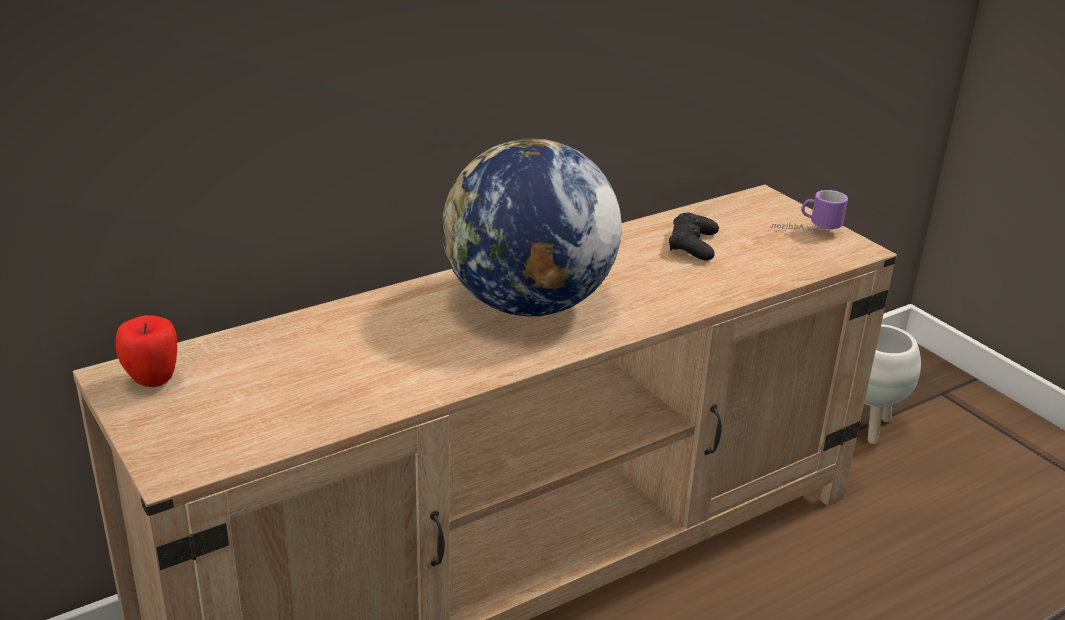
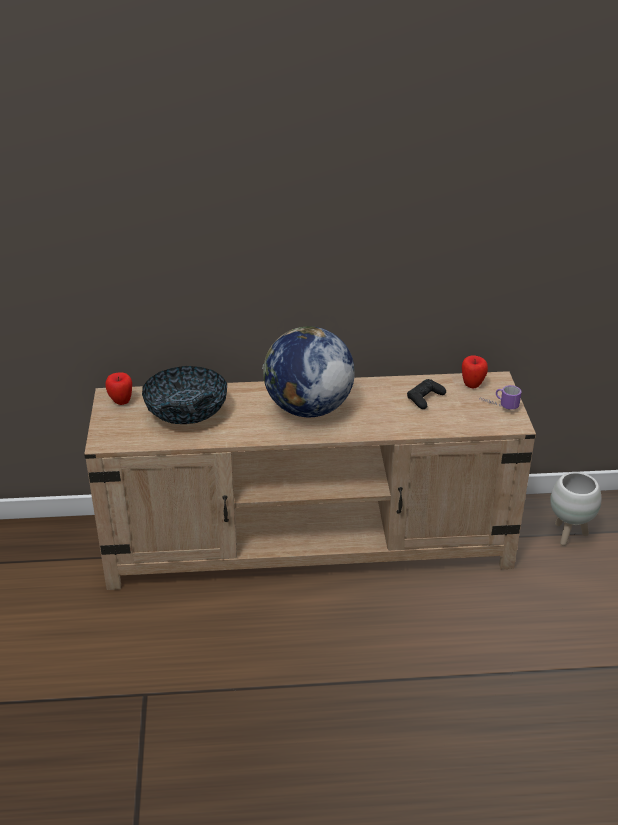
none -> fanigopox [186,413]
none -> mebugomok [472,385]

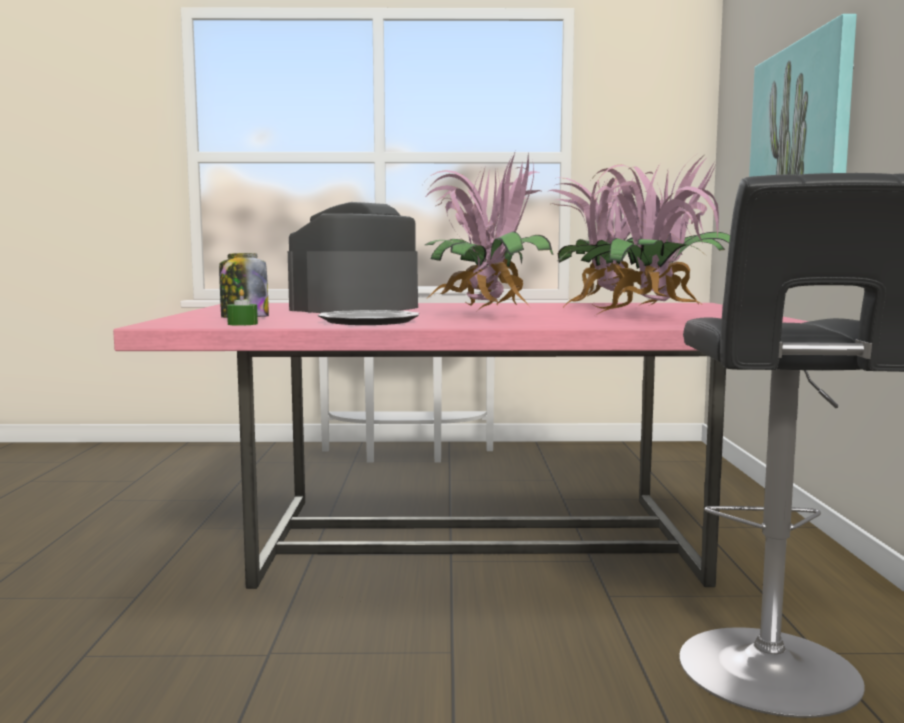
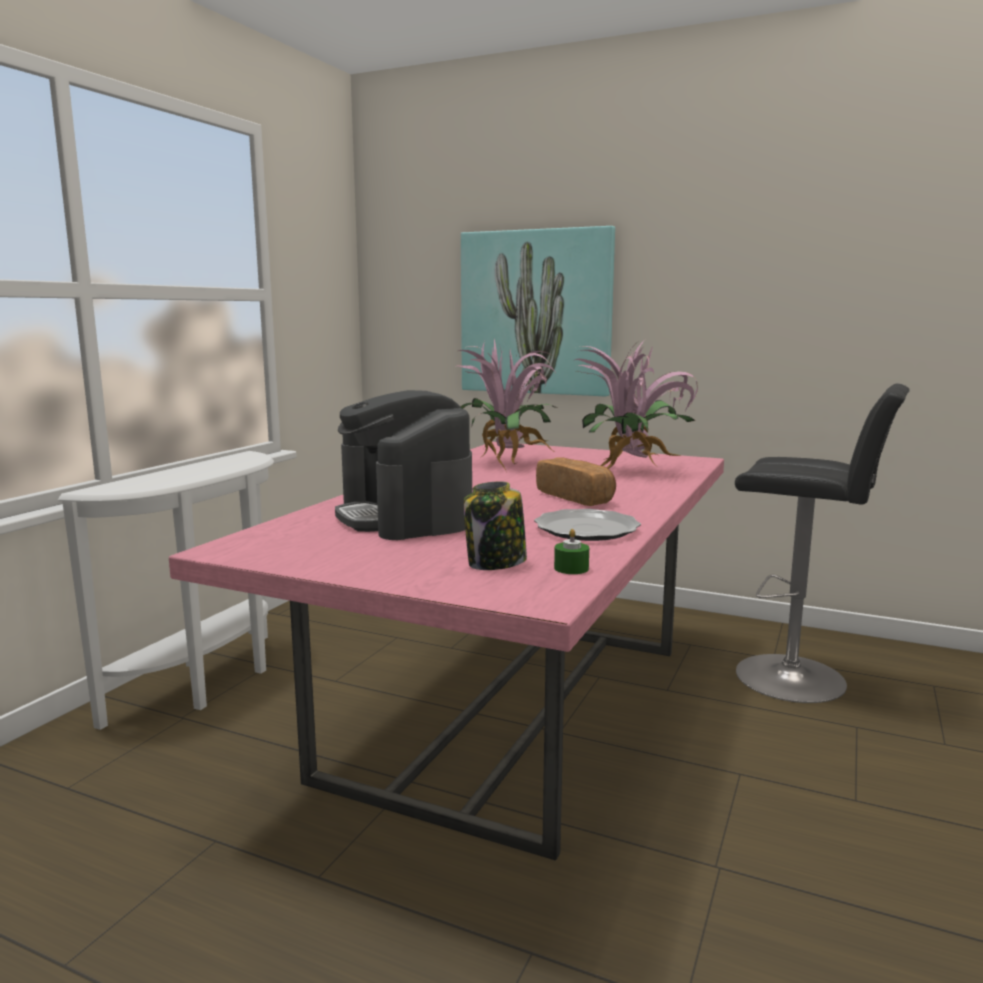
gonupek [486,317] -> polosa [576,498]

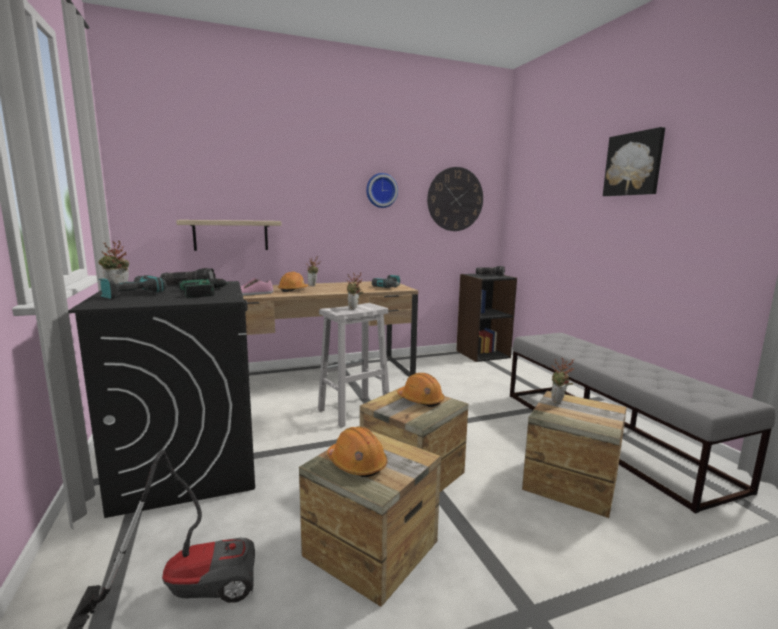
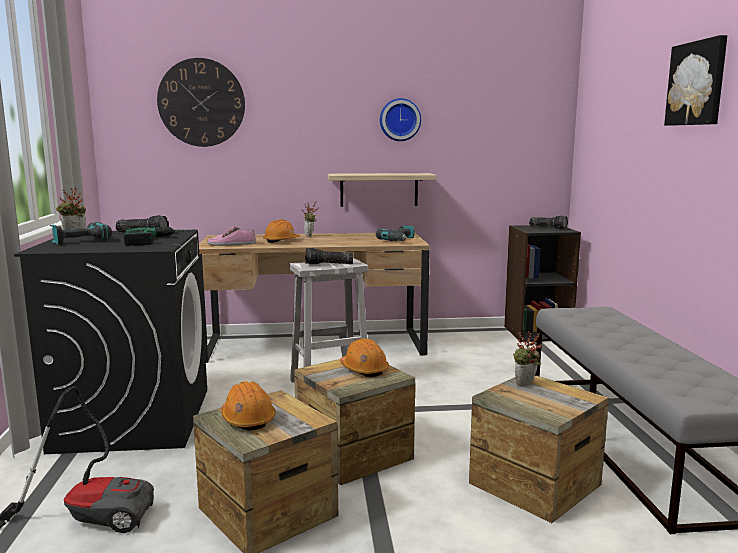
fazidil [231,235] -> fazidil [379,189], moved
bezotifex [455,199] -> bezotifex [201,102], moved
gonupek [354,308] -> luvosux [328,264]

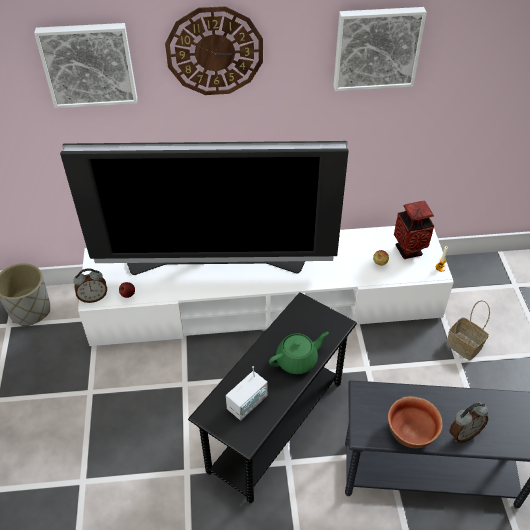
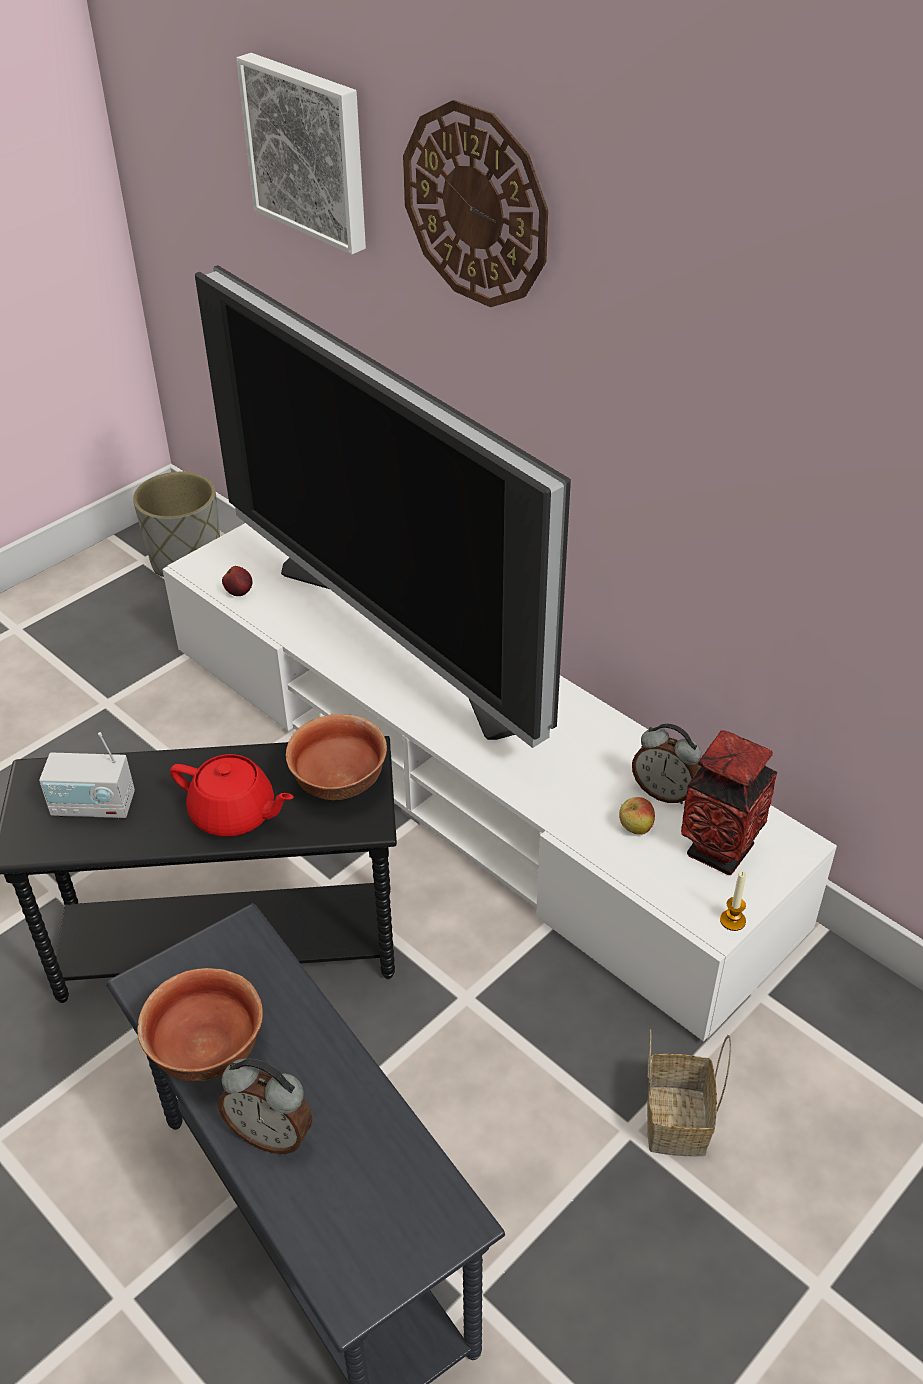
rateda [376,47] -> none
none -> fanigopox [341,783]
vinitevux [93,297] -> vinitevux [664,792], moved
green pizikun [297,360] -> red pizikun [234,814]

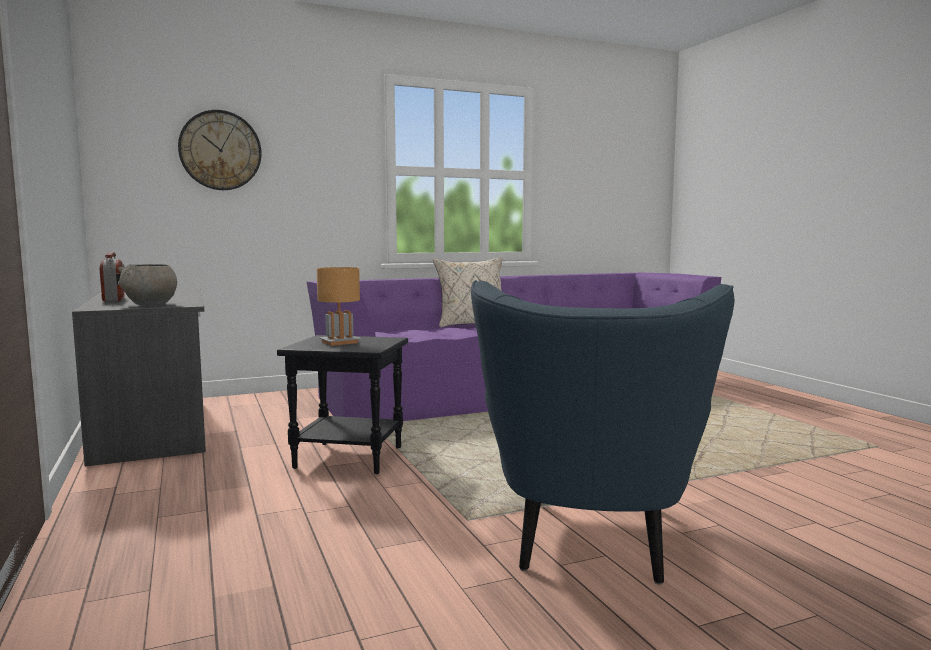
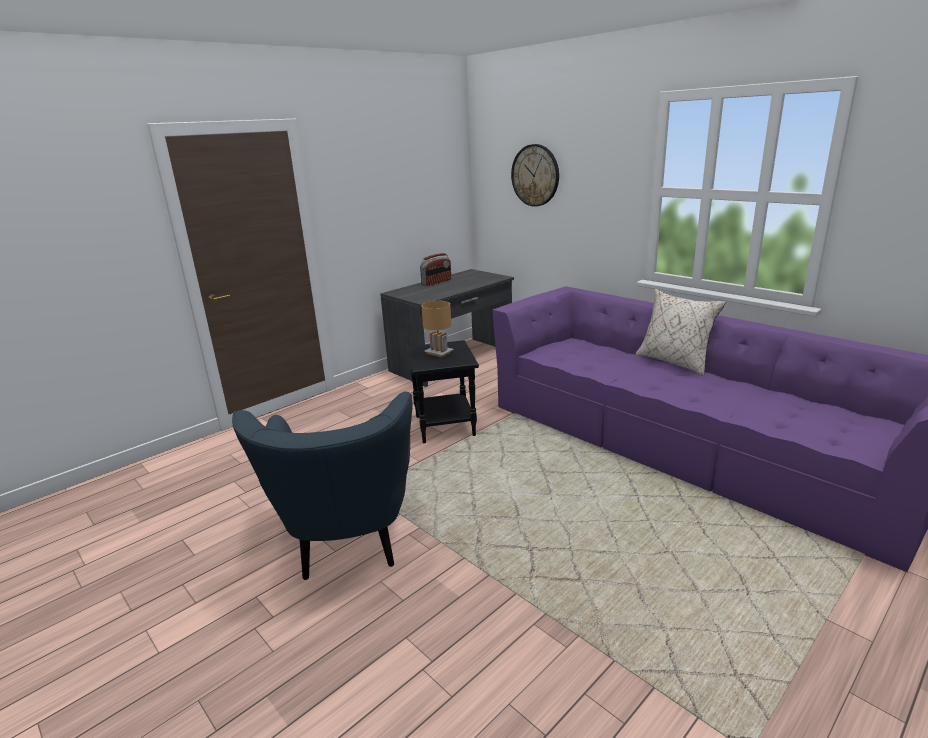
grey fanigopox [150,304] -> none
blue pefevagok [590,543] -> blue pefevagok [349,542], 90 degrees counterclockwise

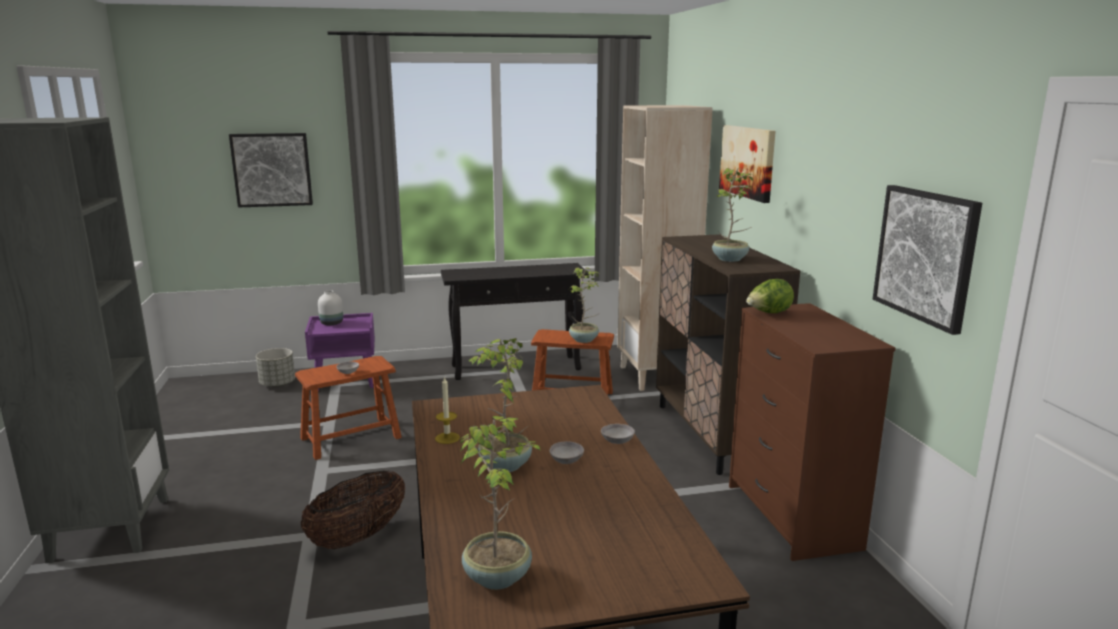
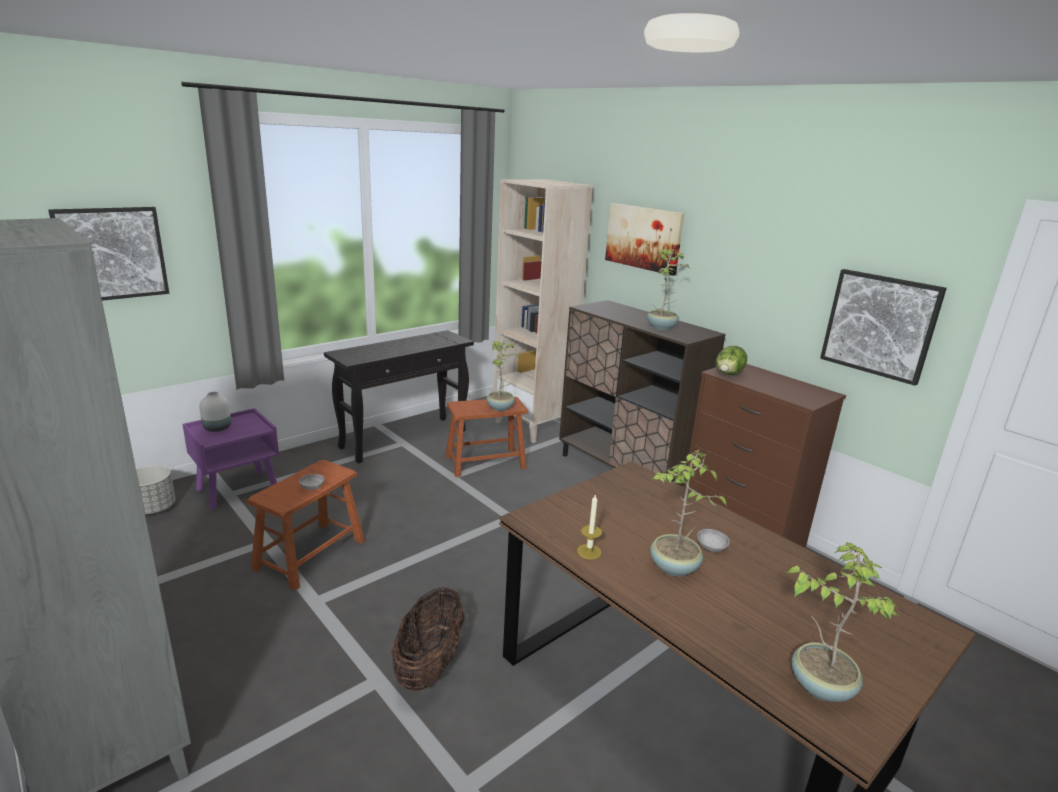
grey fanigopox [617,441] -> none

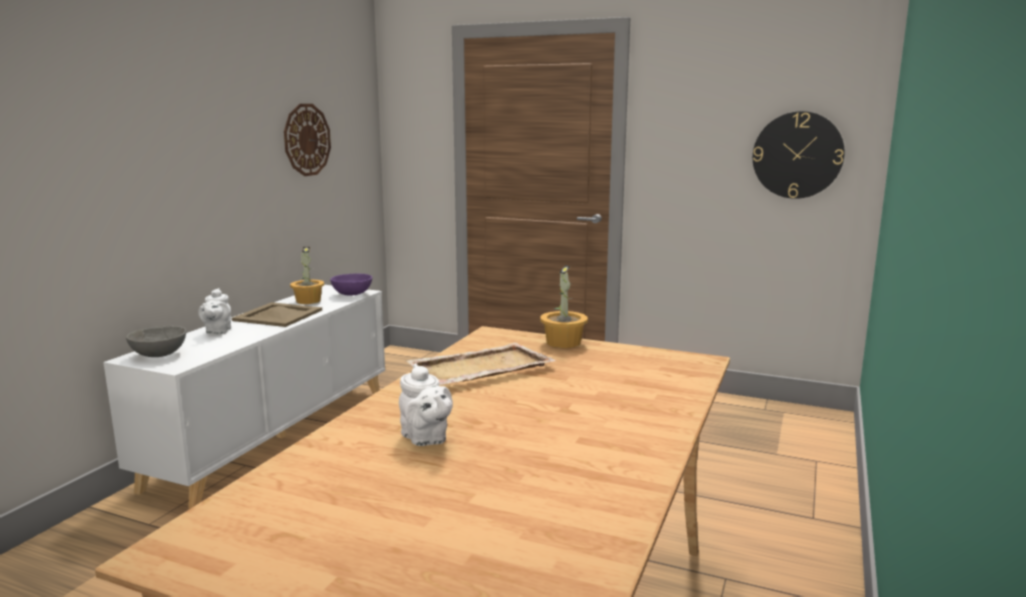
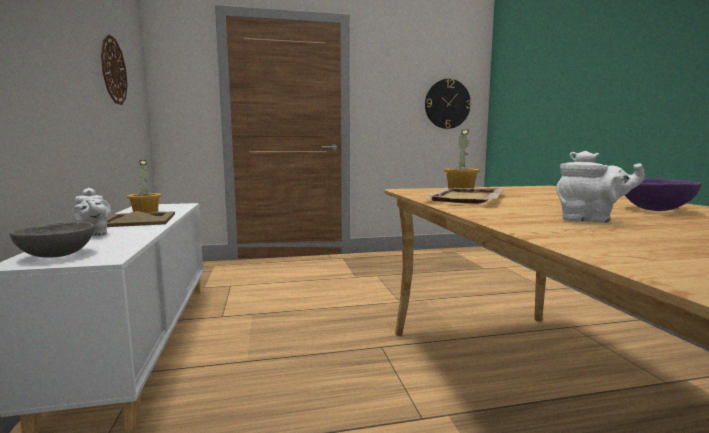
purple fanigopox [352,294] -> purple fanigopox [655,209], moved

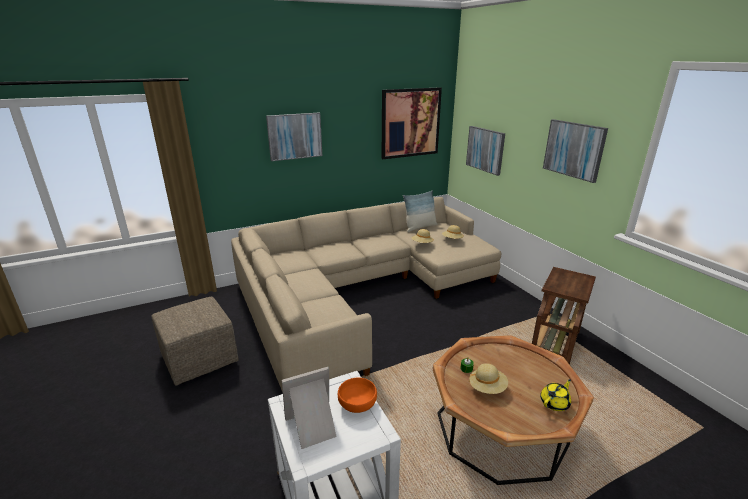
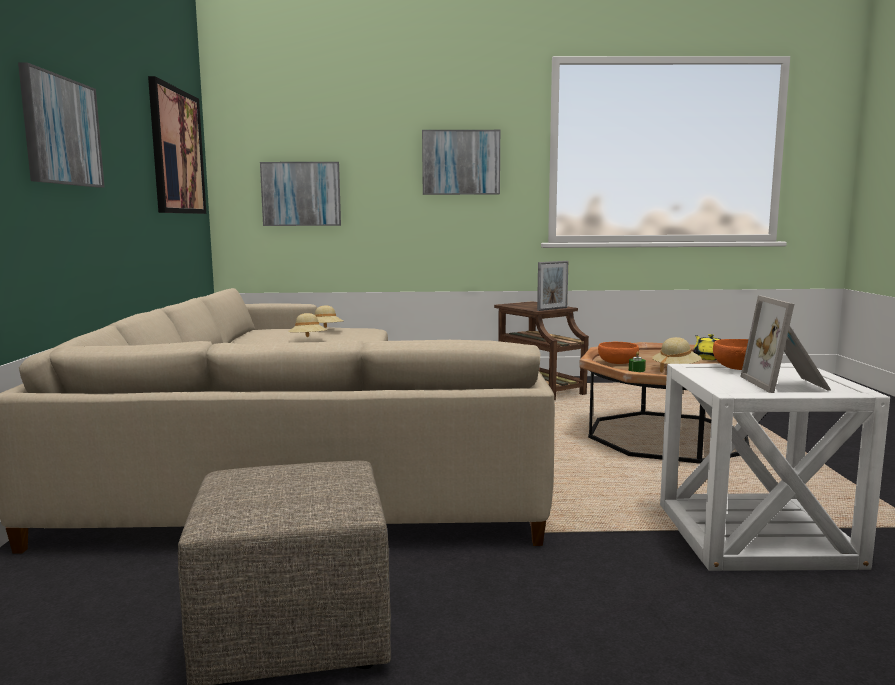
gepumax [420,227] -> none
none -> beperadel [552,309]
none -> orange fanigopox [617,362]

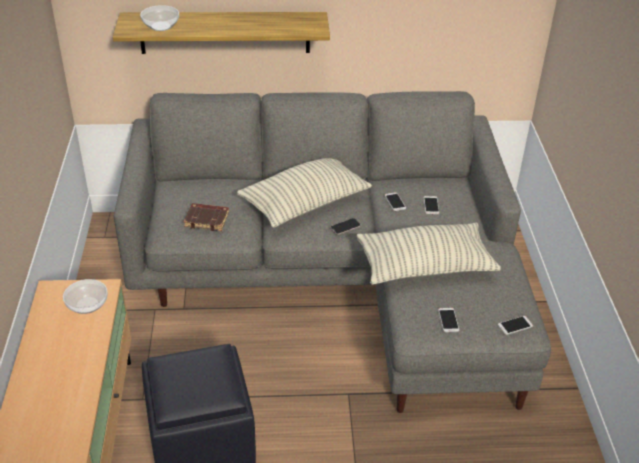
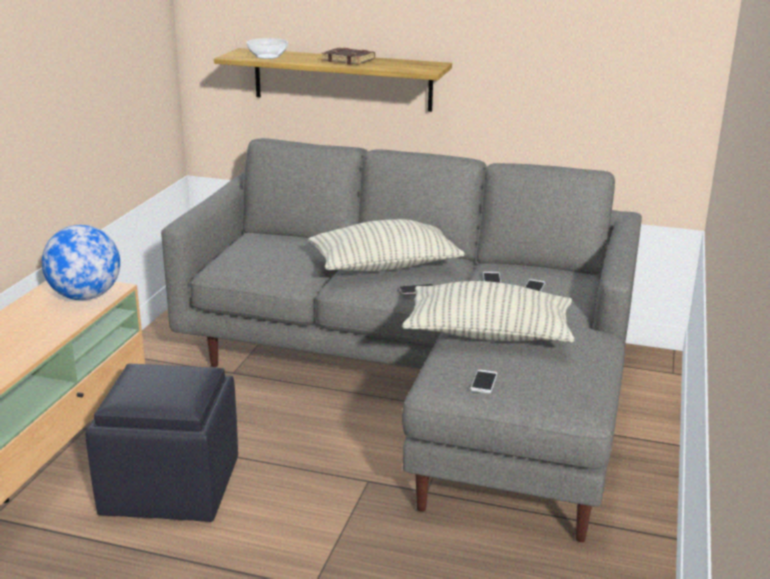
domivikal [515,325] -> none
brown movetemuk [207,219] -> brown movetemuk [349,60], moved
fanigopox [87,305] -> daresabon [85,297]

